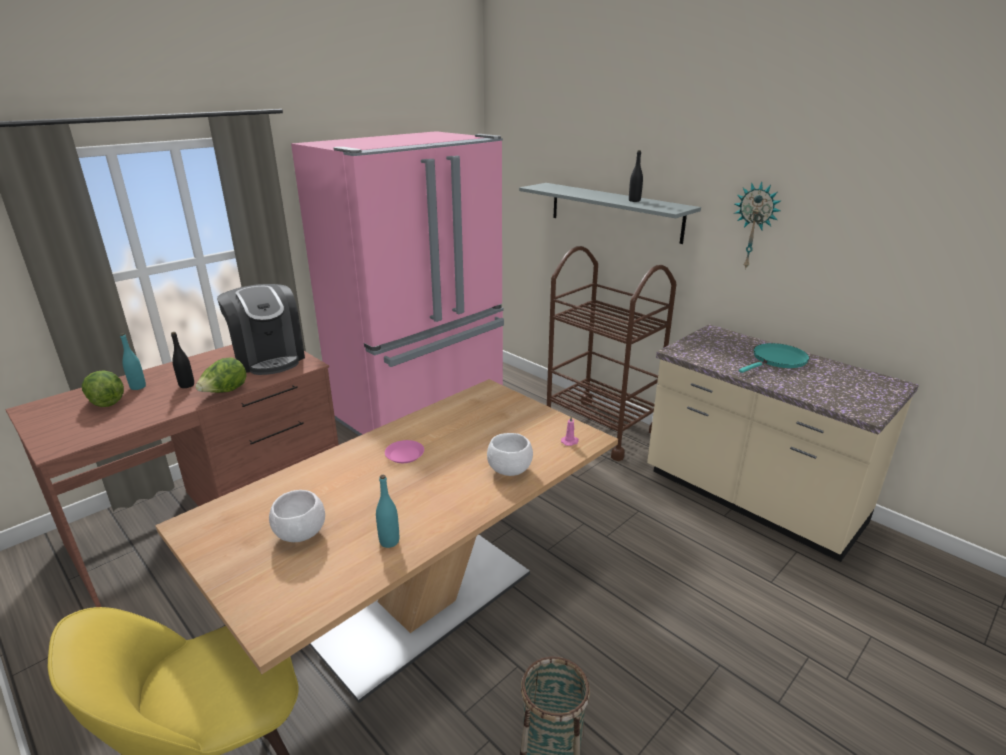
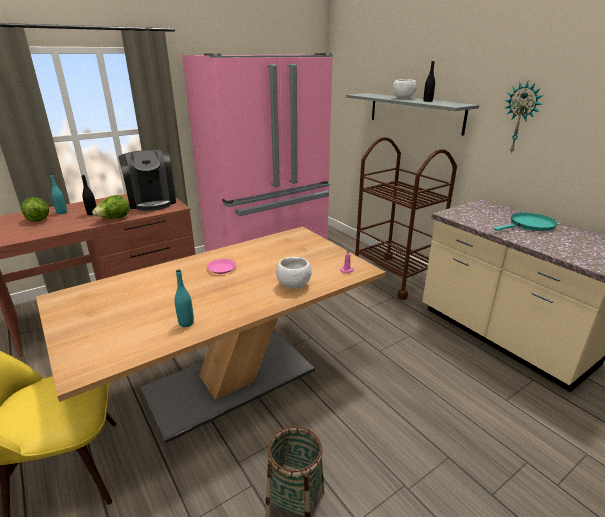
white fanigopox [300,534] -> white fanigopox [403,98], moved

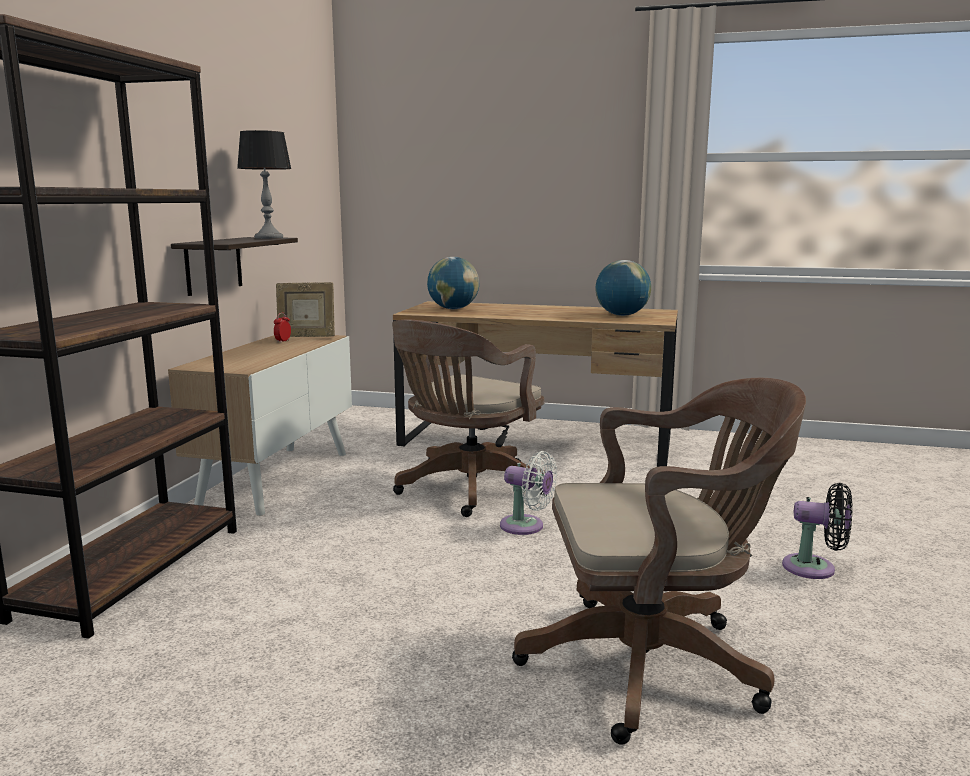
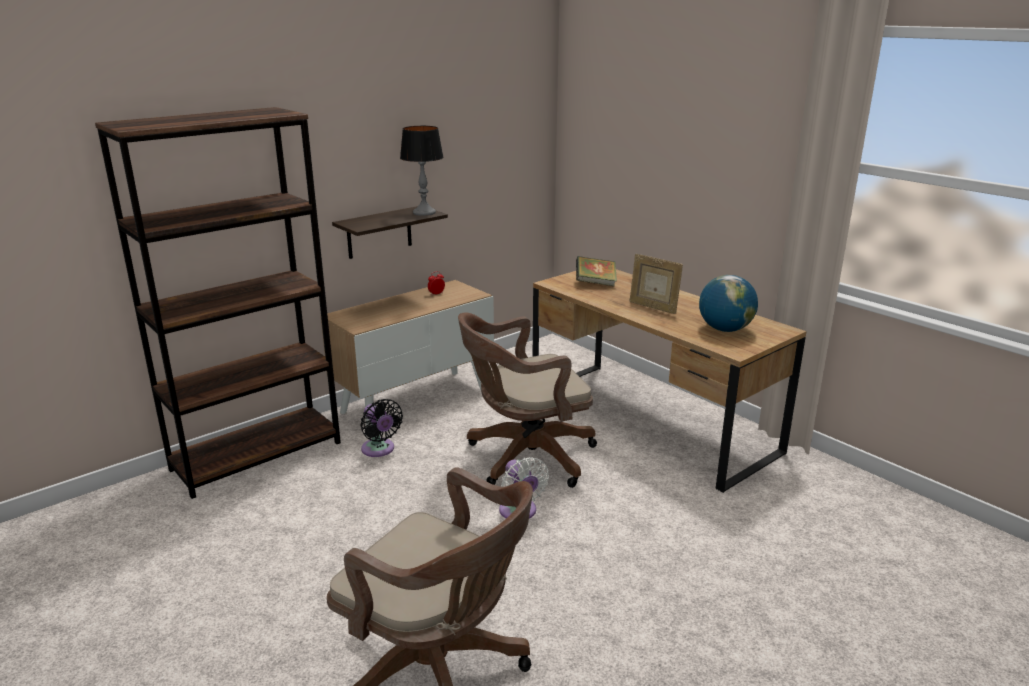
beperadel [306,337] -> beperadel [653,307], moved
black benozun [814,568] -> black benozun [379,450], moved
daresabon [453,309] -> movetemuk [595,283]

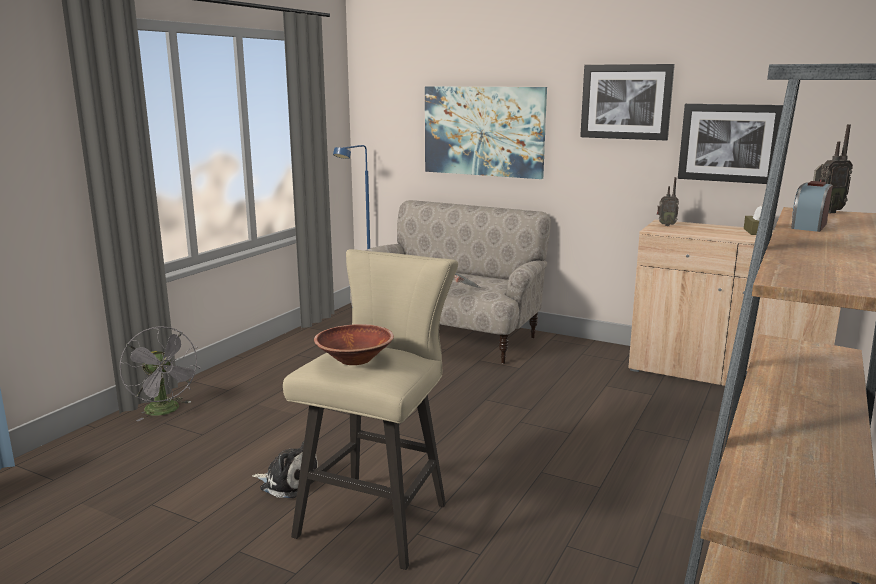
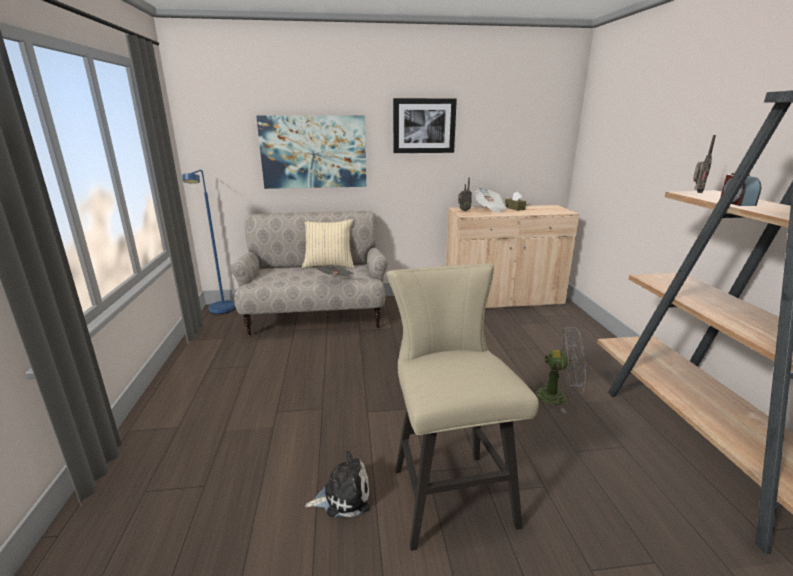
brown fanigopox [355,359] -> none
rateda [729,143] -> none
none -> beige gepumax [329,265]
none -> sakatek [489,209]
grey benozun [166,411] -> grey benozun [558,397], moved

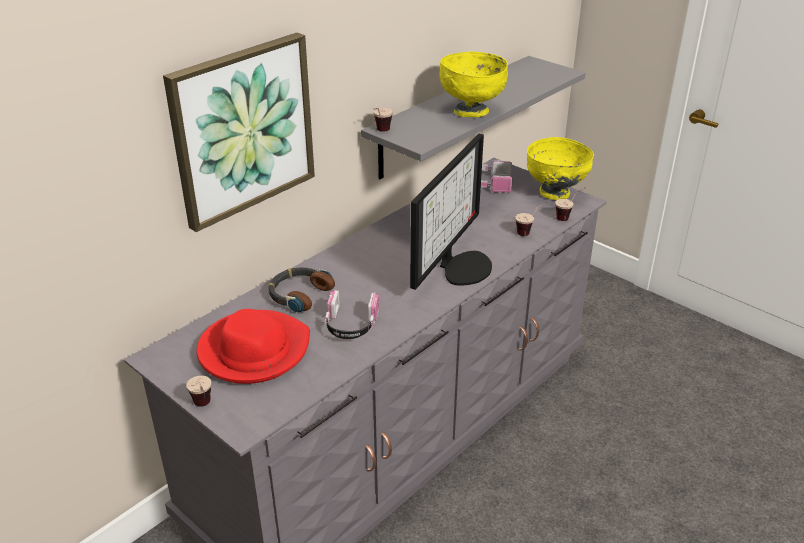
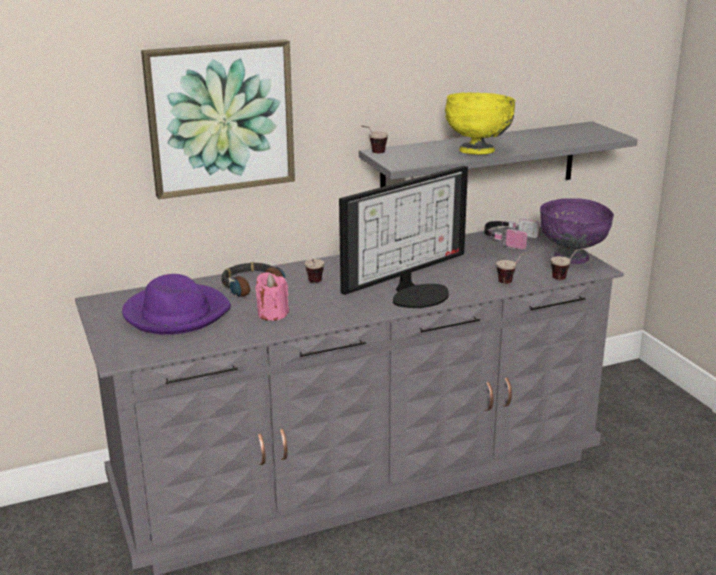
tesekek [204,408] -> tesekek [314,283], moved
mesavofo [351,325] -> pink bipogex [272,314]
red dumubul [253,350] -> purple dumubul [176,313]
yellow fanigopox [554,193] -> purple fanigopox [571,258]

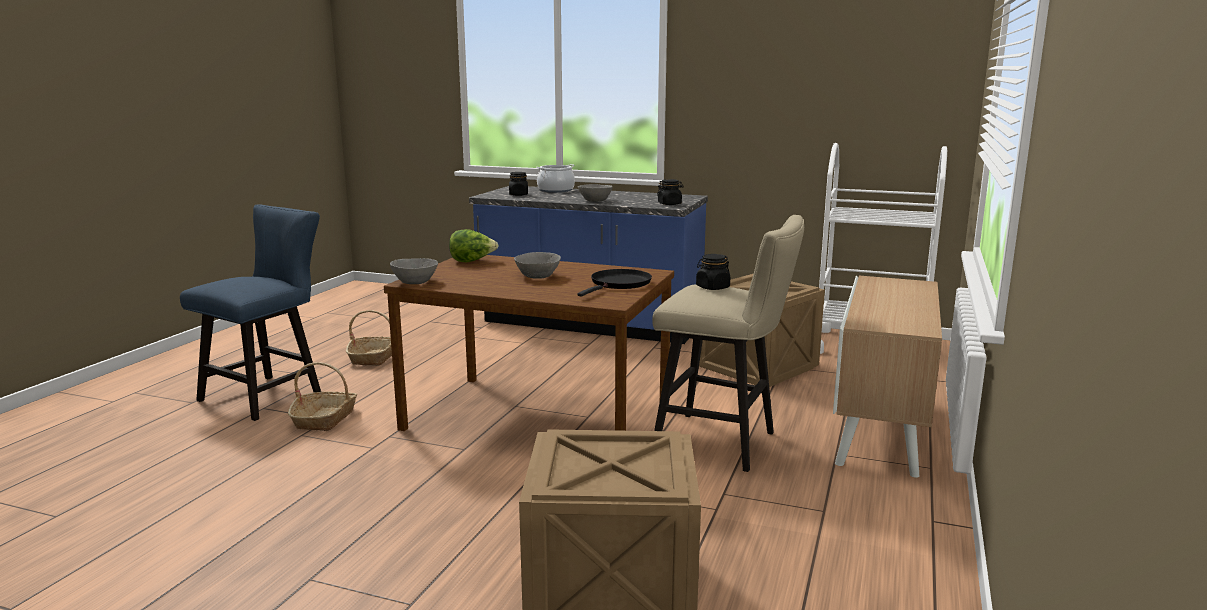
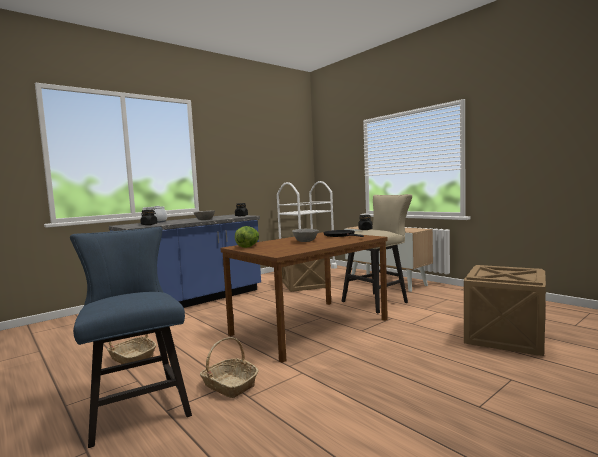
grey fanigopox [415,282] -> none

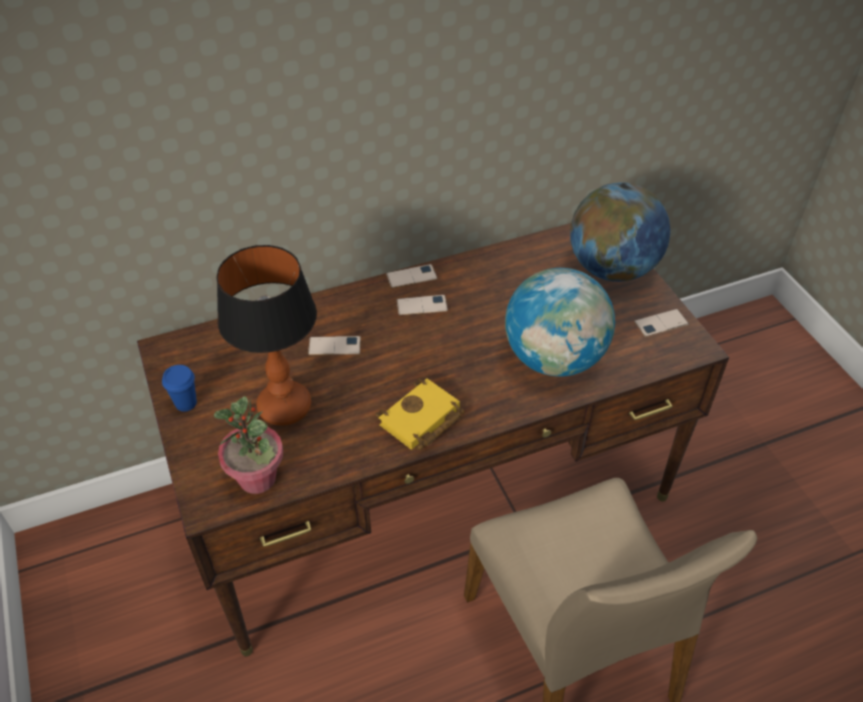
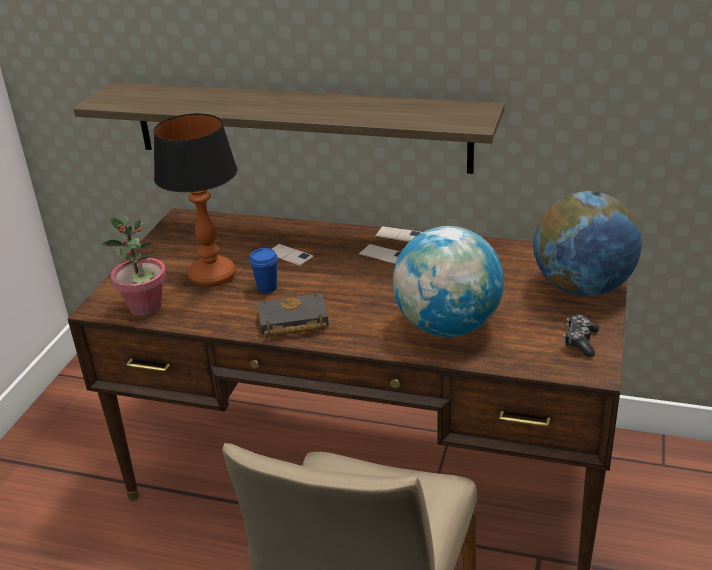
none -> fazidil [298,126]
blue tesekek [186,403] -> blue tesekek [267,288], moved
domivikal [661,323] -> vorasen [580,341]
yellow movetemuk [420,421] -> black movetemuk [291,322]

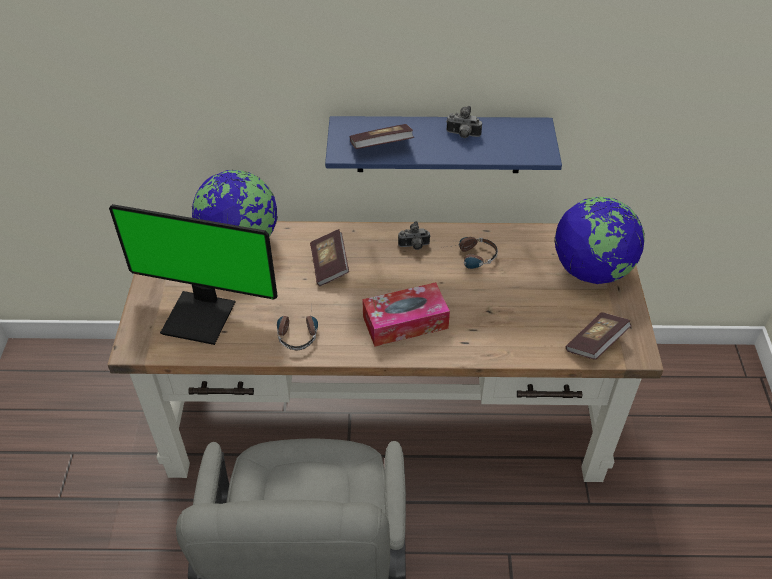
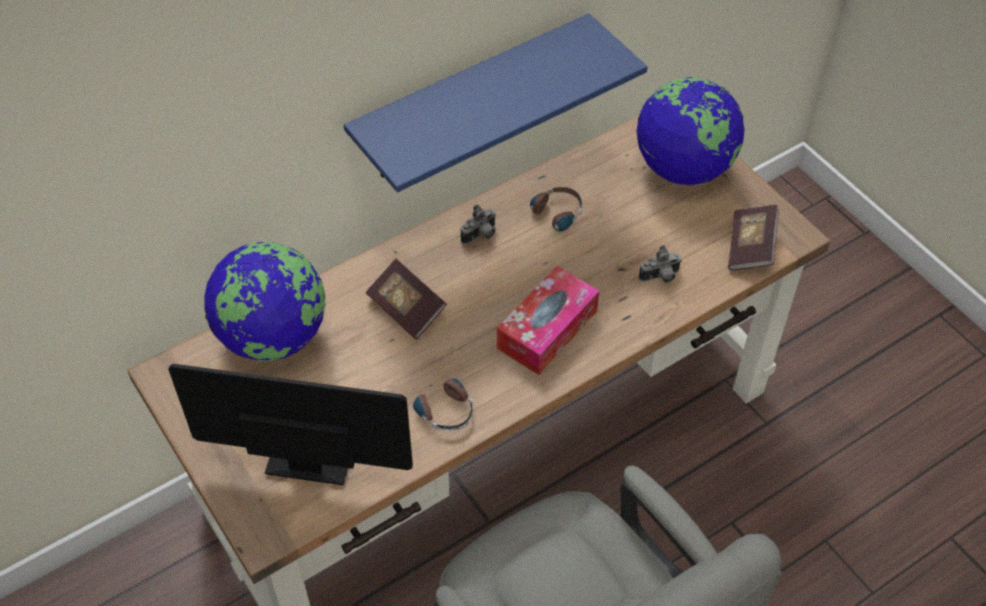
movetemuk [381,147] -> none
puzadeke [462,135] -> puzadeke [660,277], moved
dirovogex [201,316] -> dirovogex [311,451], 150 degrees counterclockwise

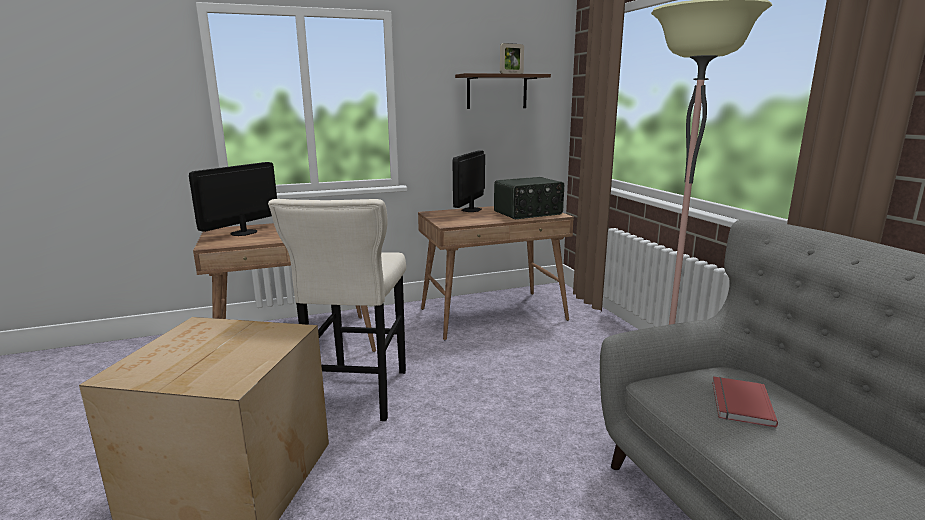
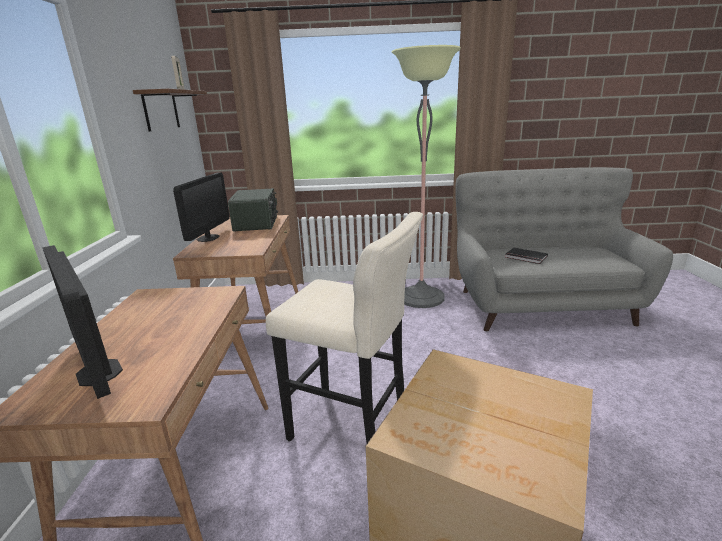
red movetemuk [739,403] -> black movetemuk [525,257]
dirovogex [471,210] -> dirovogex [208,238], 120 degrees counterclockwise

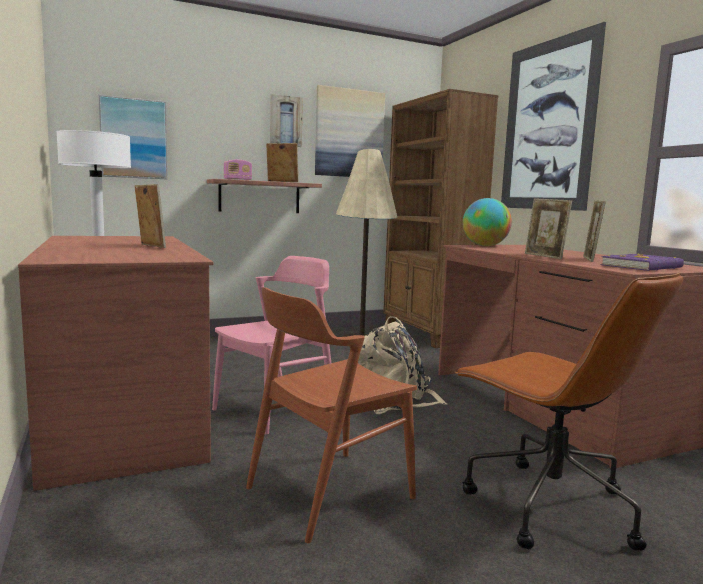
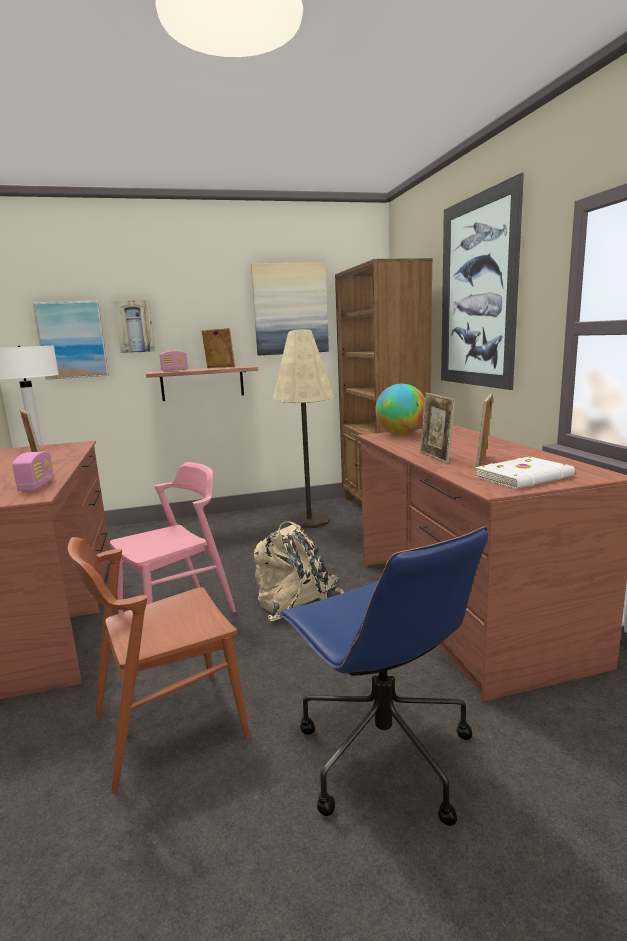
none -> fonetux [37,486]
rateda [285,121] -> rateda [135,326], moved
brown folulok [547,506] -> blue folulok [382,753]
purple movetemuk [643,267] -> white movetemuk [525,477]

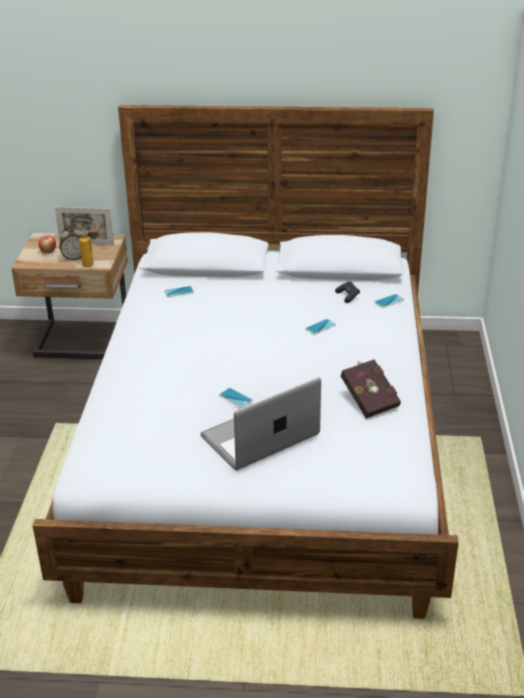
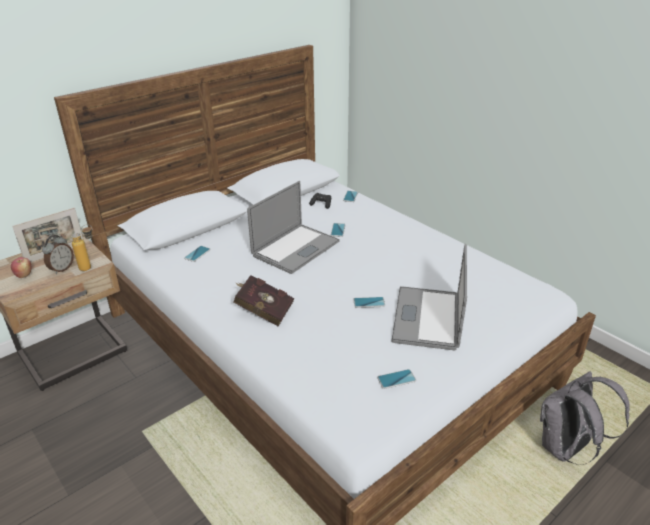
none -> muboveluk [296,248]
none -> domivikal [396,379]
none -> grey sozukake [566,449]
red movetemuk [368,399] -> red movetemuk [263,311], moved

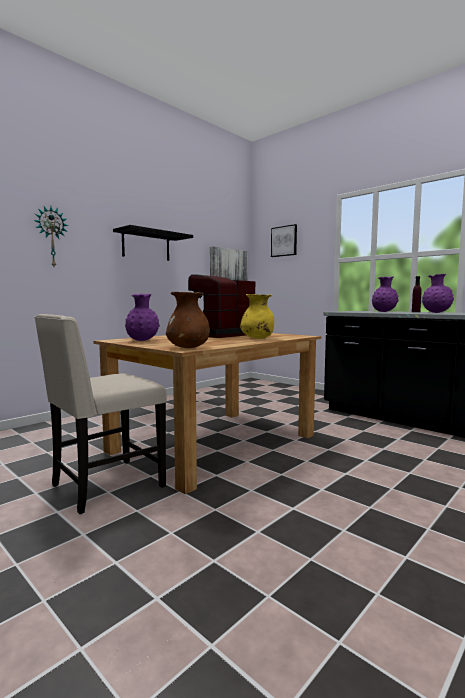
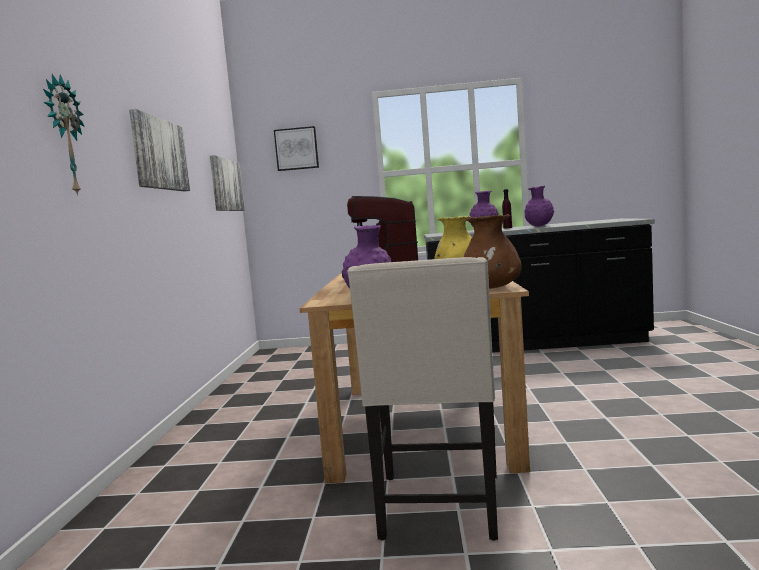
black fazidil [146,246] -> rateda [159,154]

